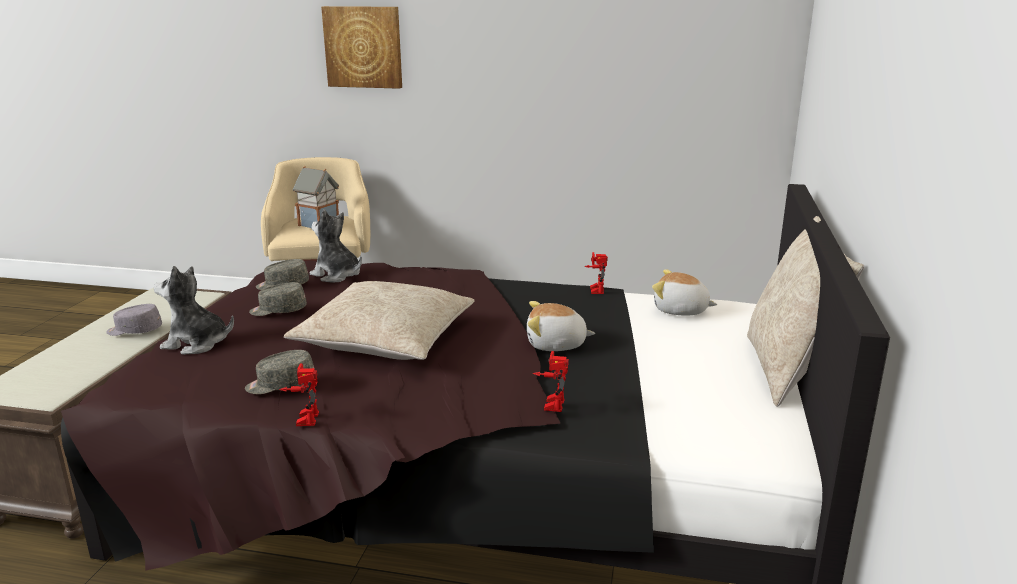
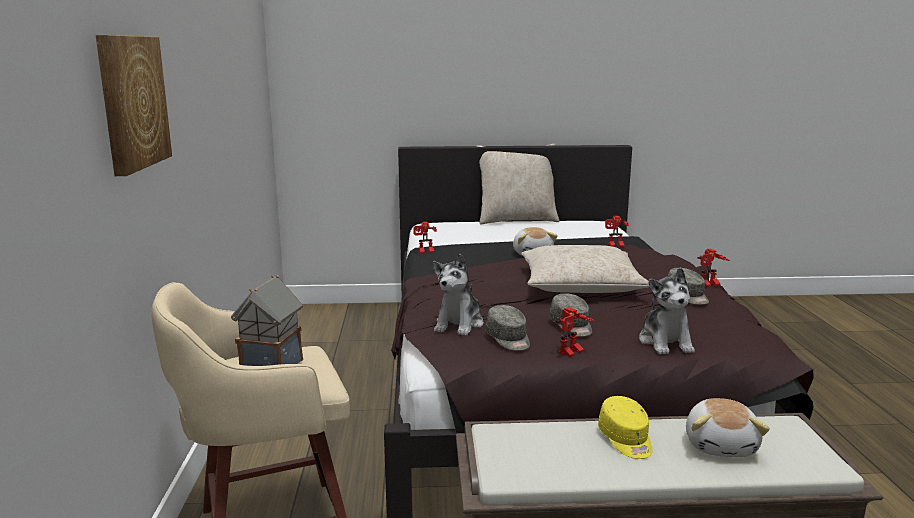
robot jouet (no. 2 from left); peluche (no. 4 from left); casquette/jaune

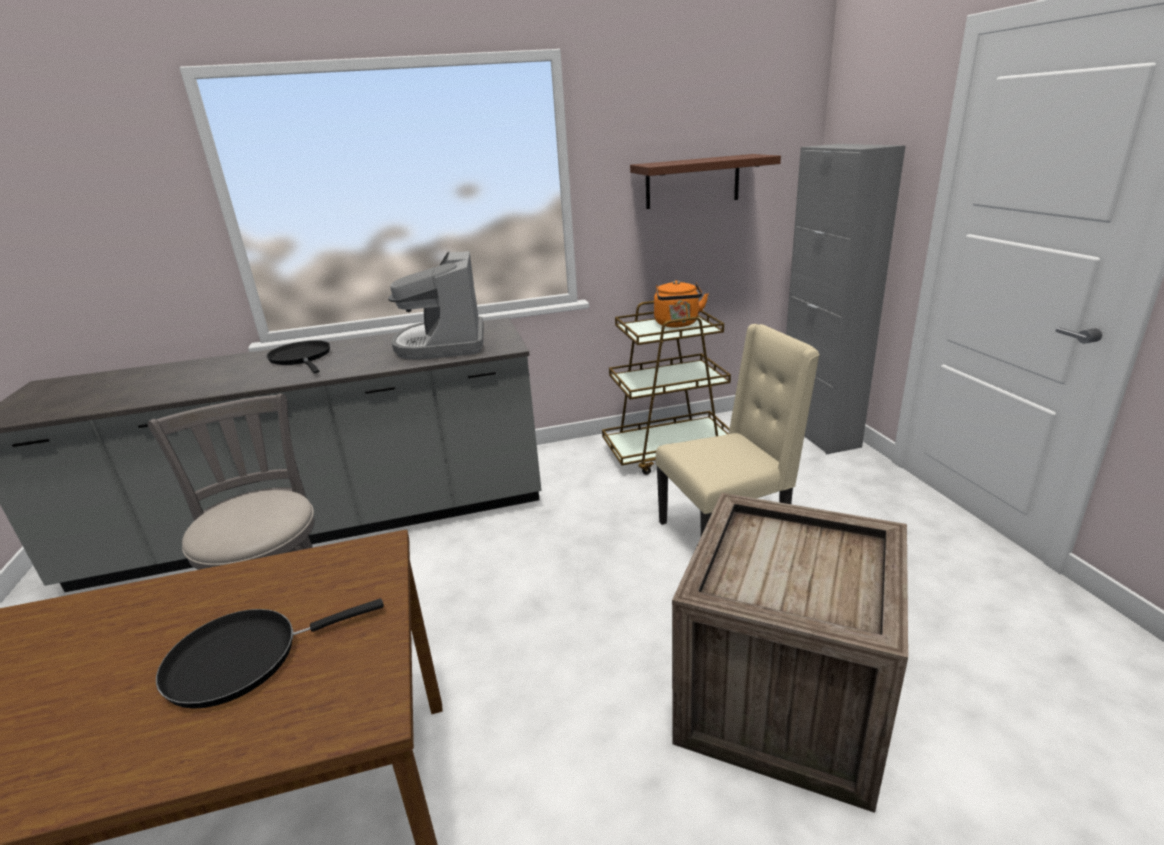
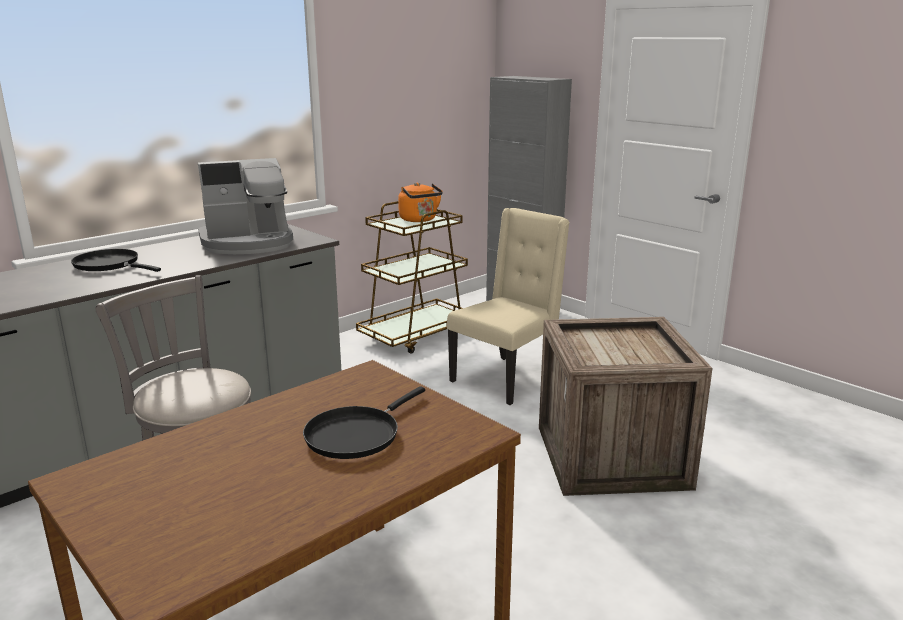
étagère/marron; machine à café

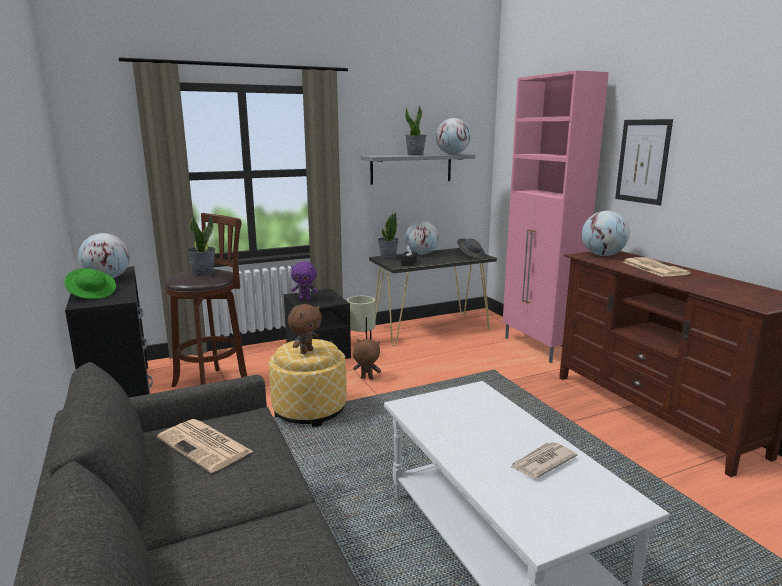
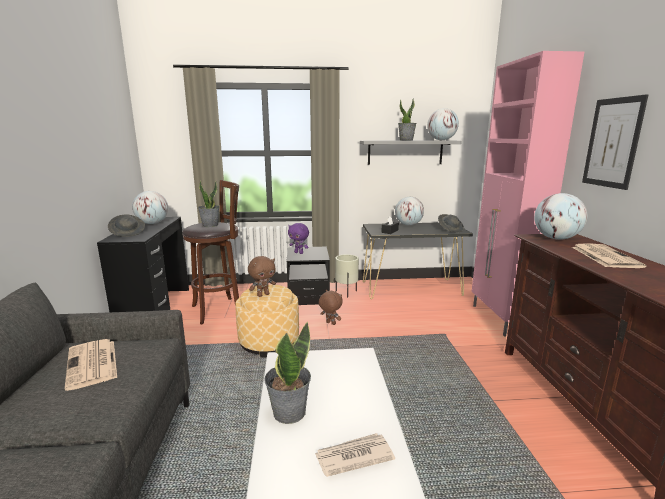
plante en pot (no. 2 from left); chapeau/gris (no. 1 from left)

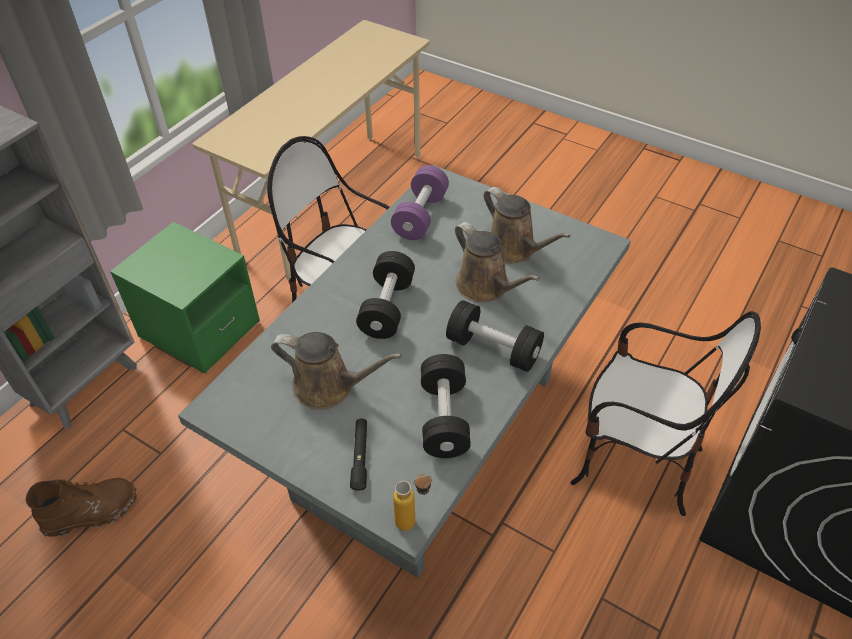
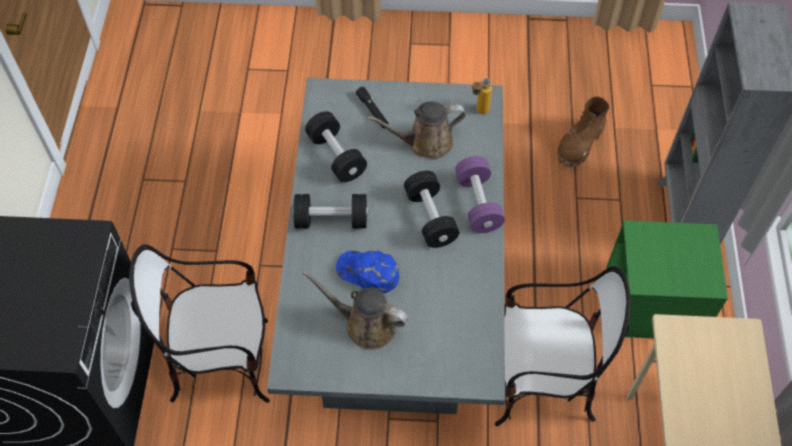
haltère/violet; bouteille; casquette/bleu

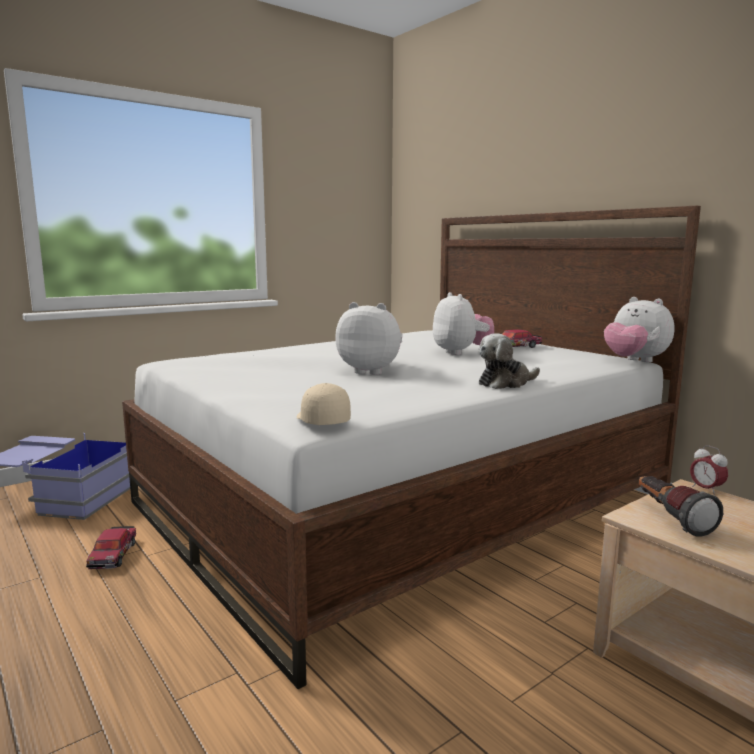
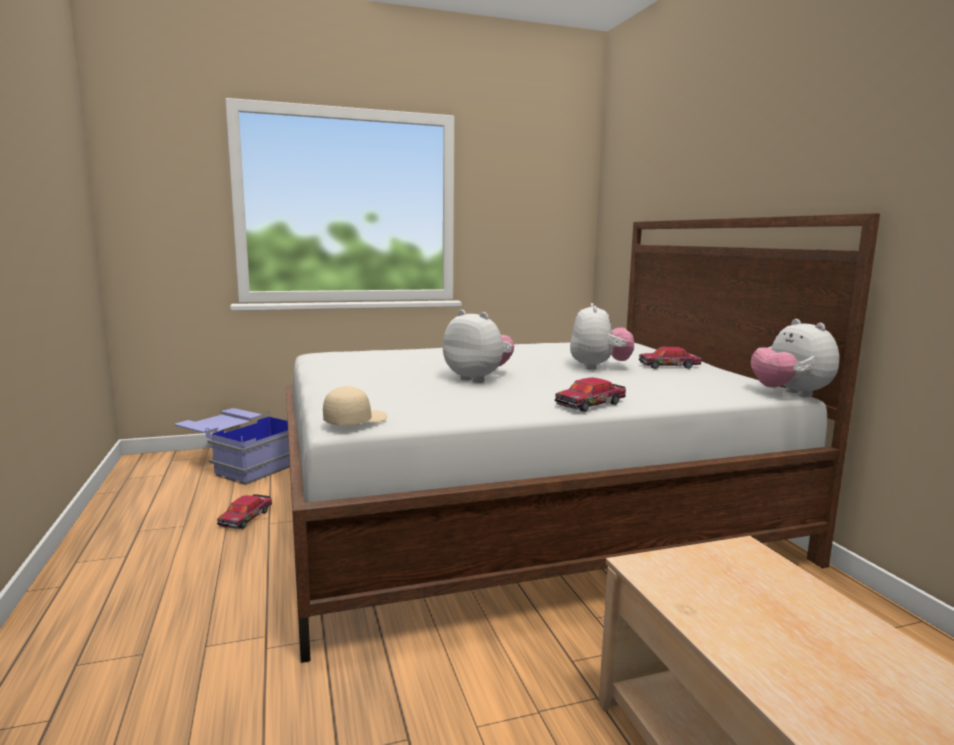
lampe de poche; réveil; petite voiture (no. 2 from left); casquette/beige

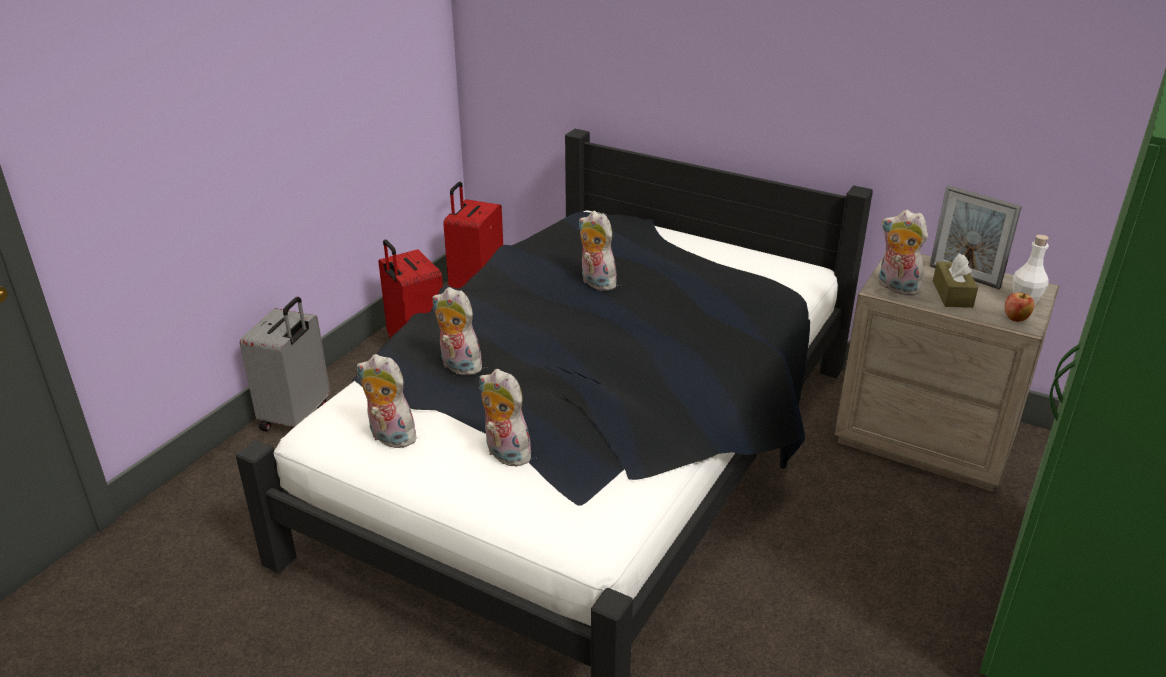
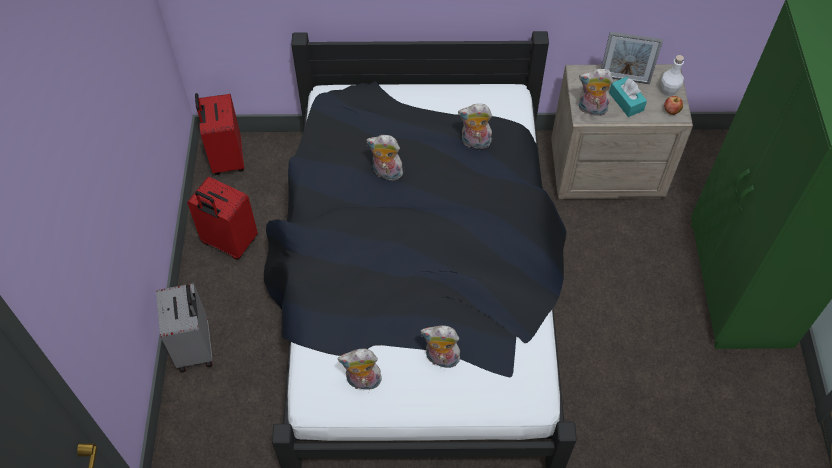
peluche (no. 4 from left); boîte à mouchoirs/turquoise

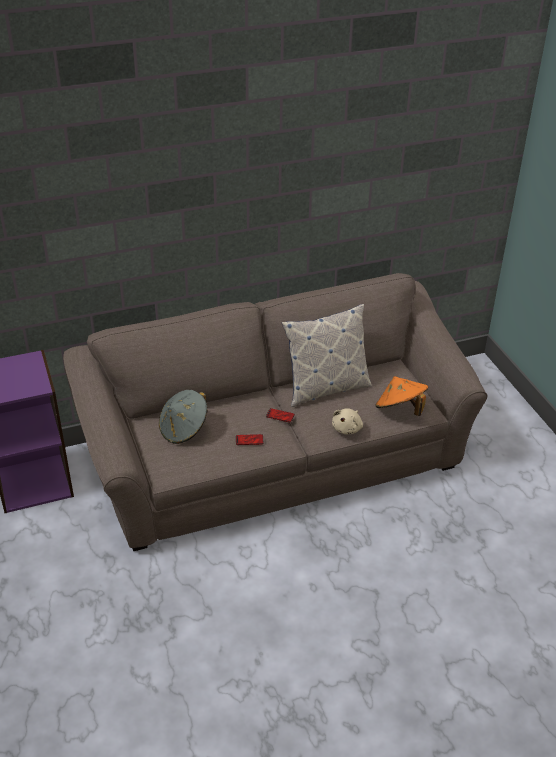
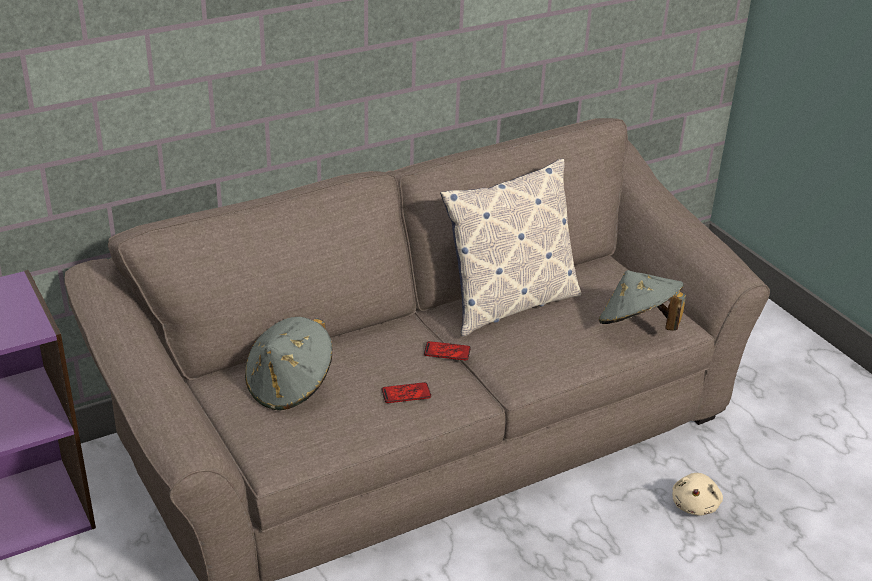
peluche/beige; chapeau/gris (no. 2 from left)

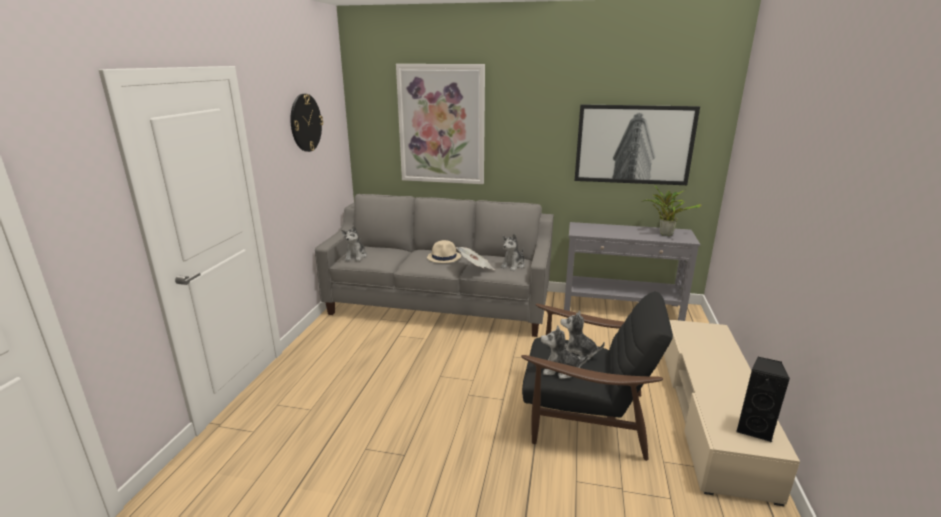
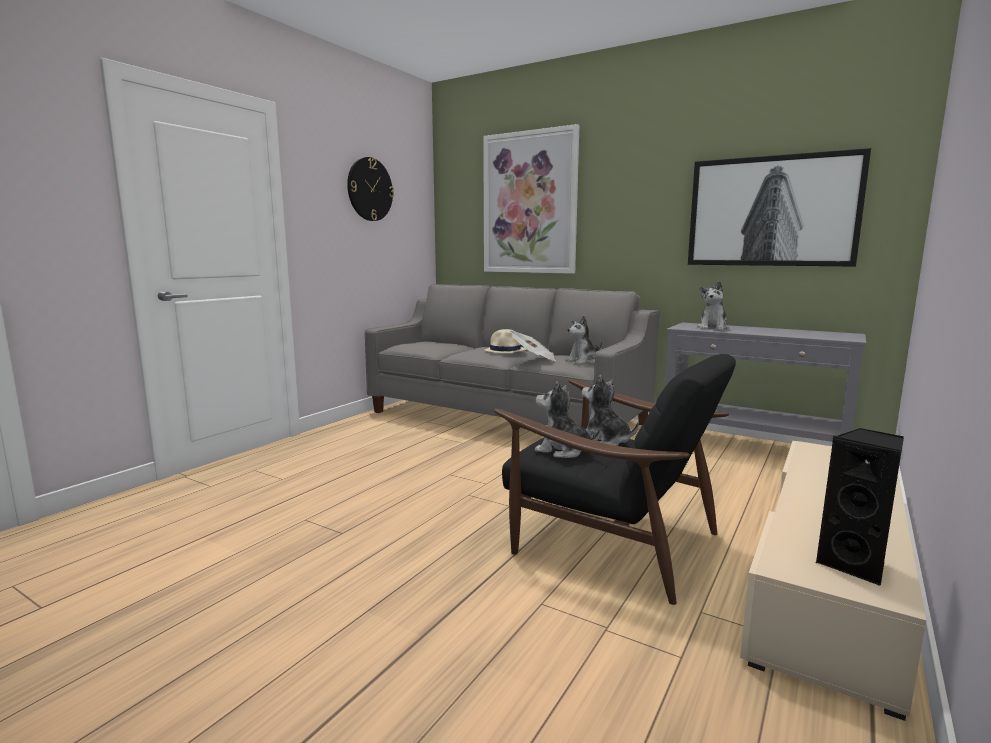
plante en pot; peluche (no. 4 from left)

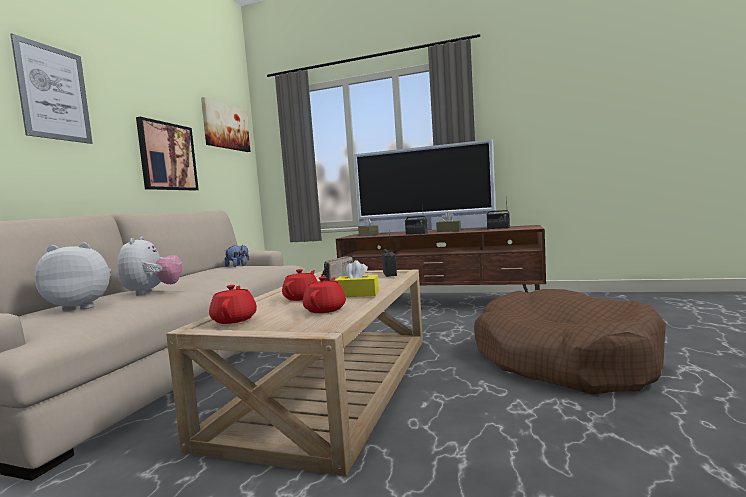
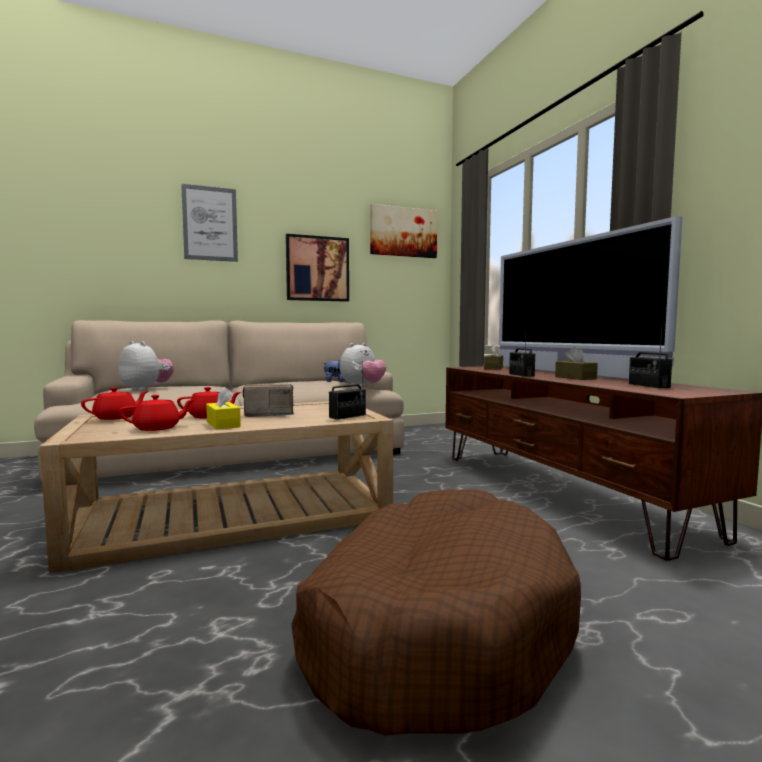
peluche (no. 3 from left)

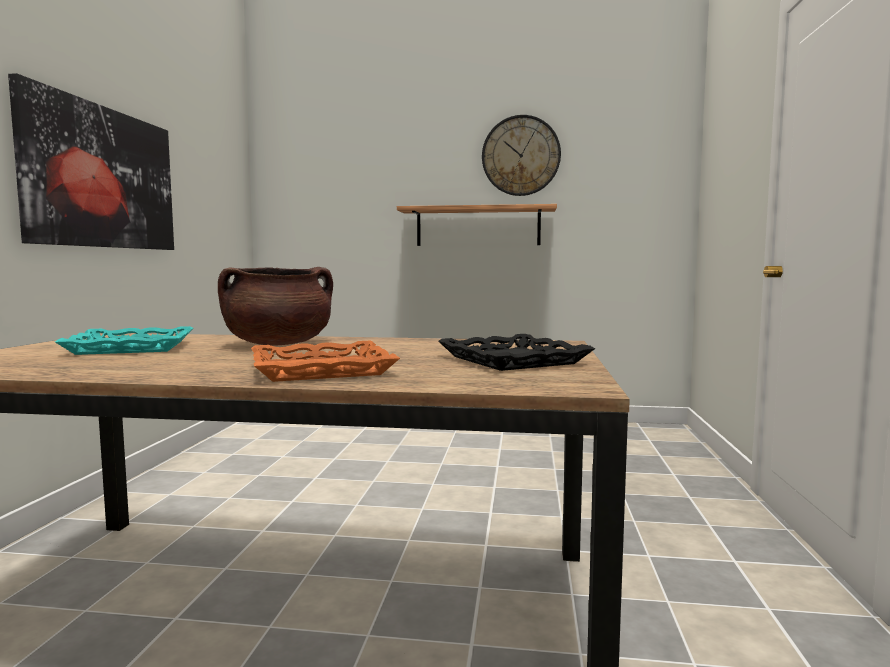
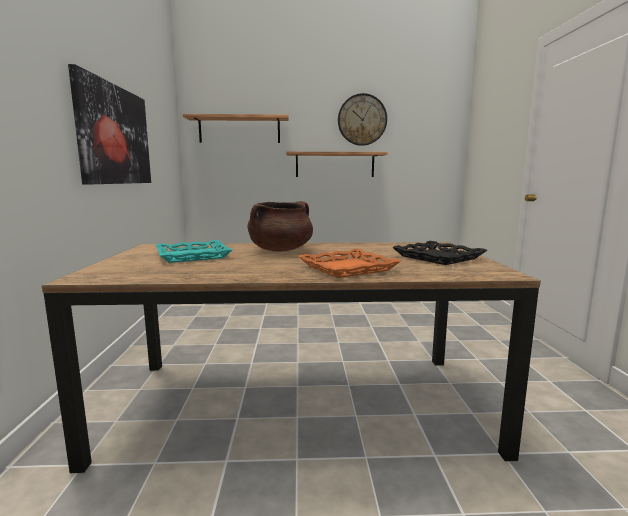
étagère (no. 1 from left)

